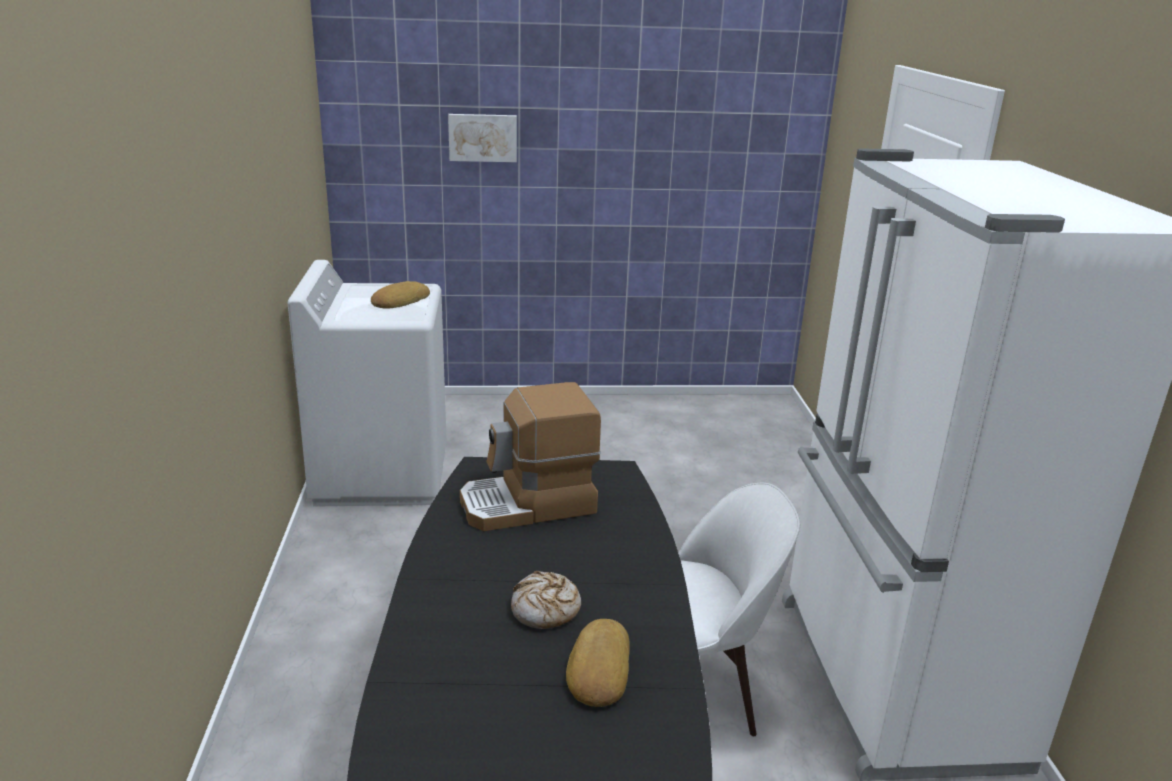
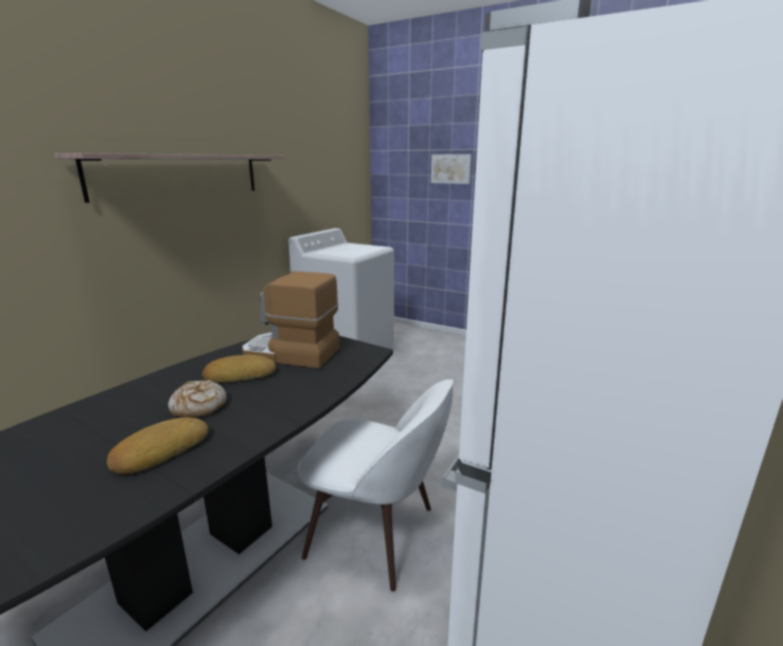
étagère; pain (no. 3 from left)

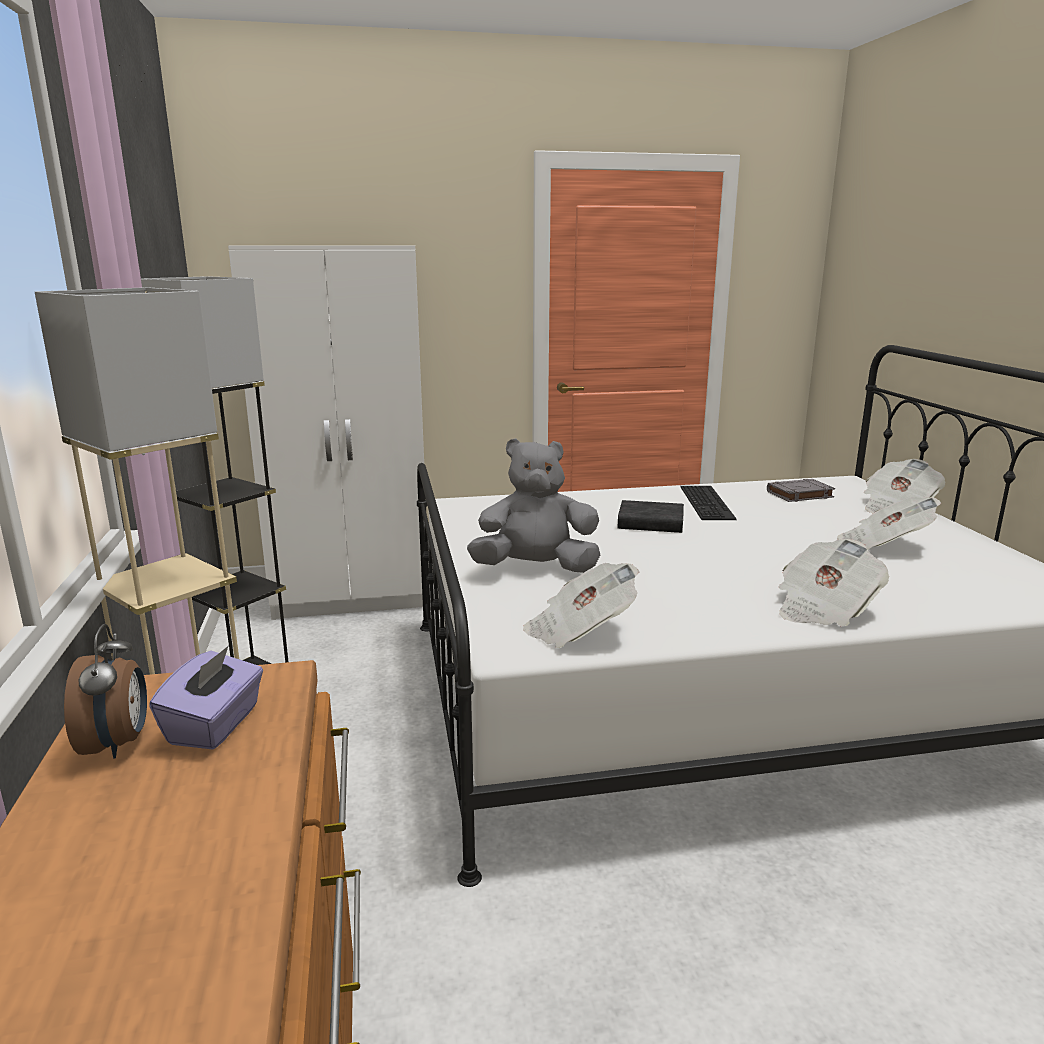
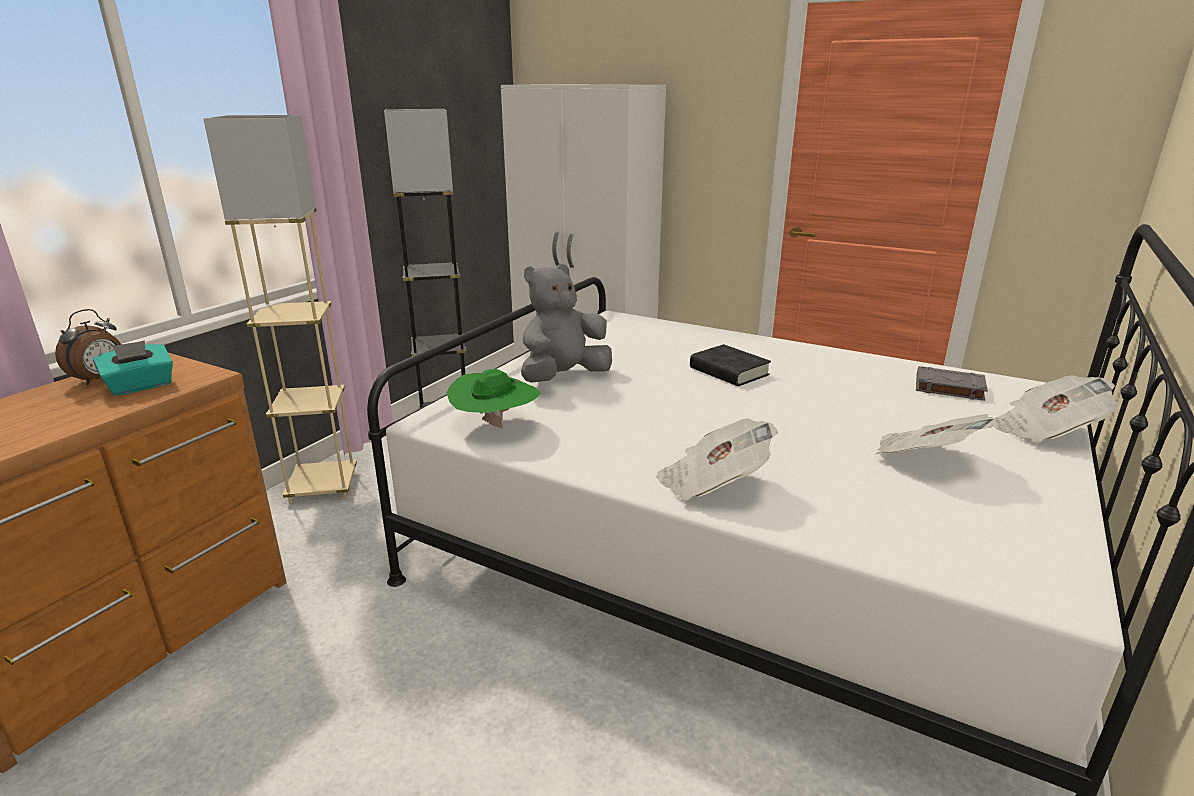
clavier; chapeau/vert; boîte à mouchoirs/turquoise; peluche/gris

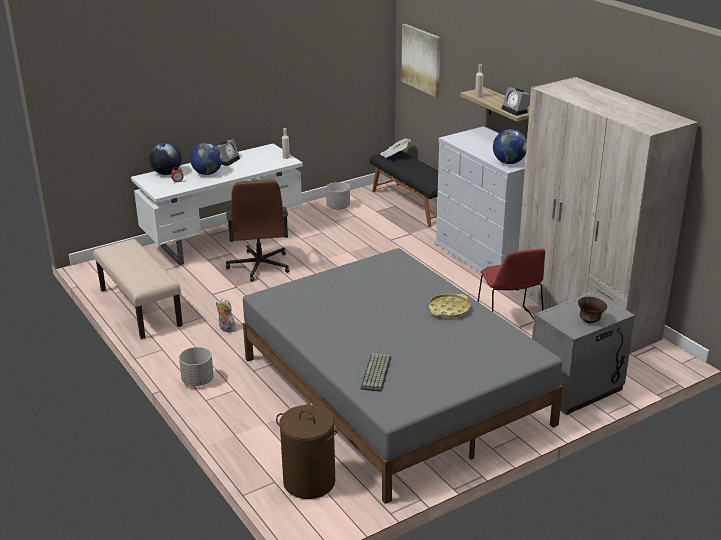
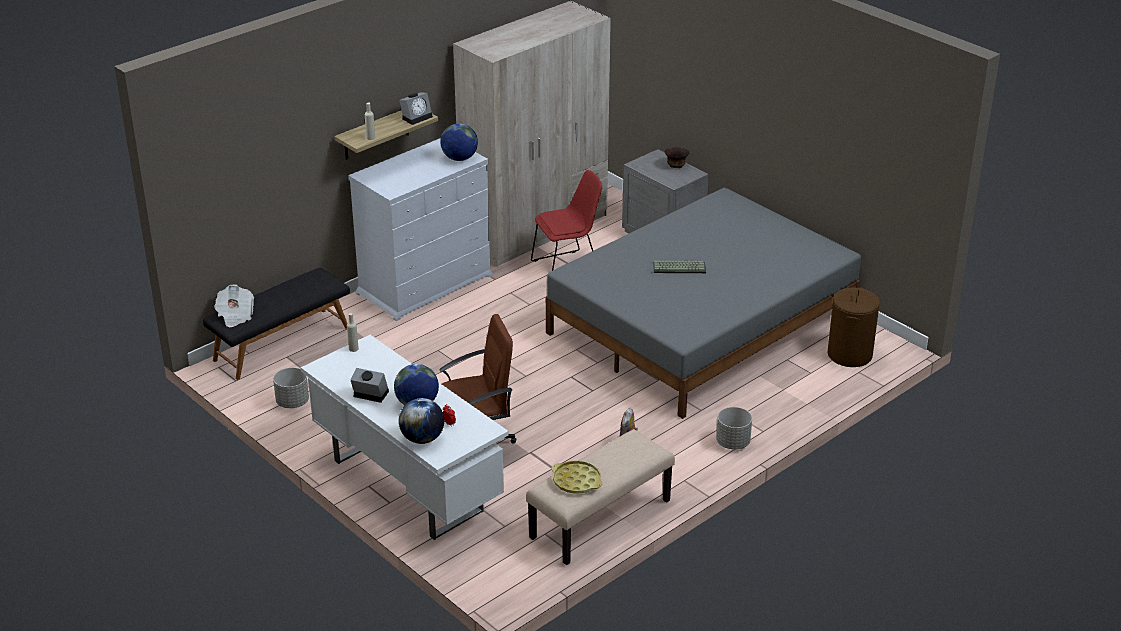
tableau; clavier; plateau/jaune

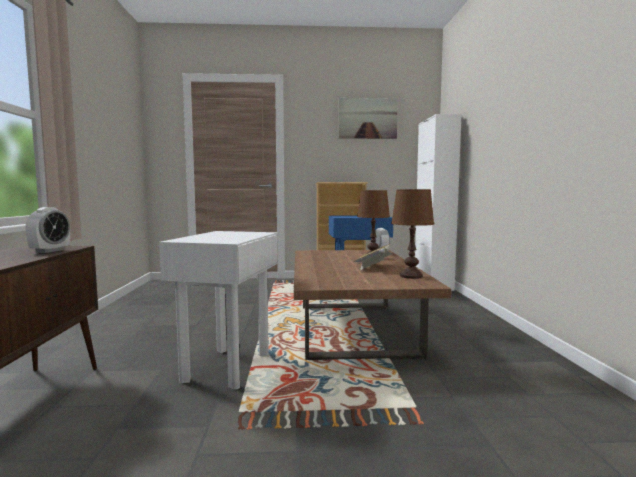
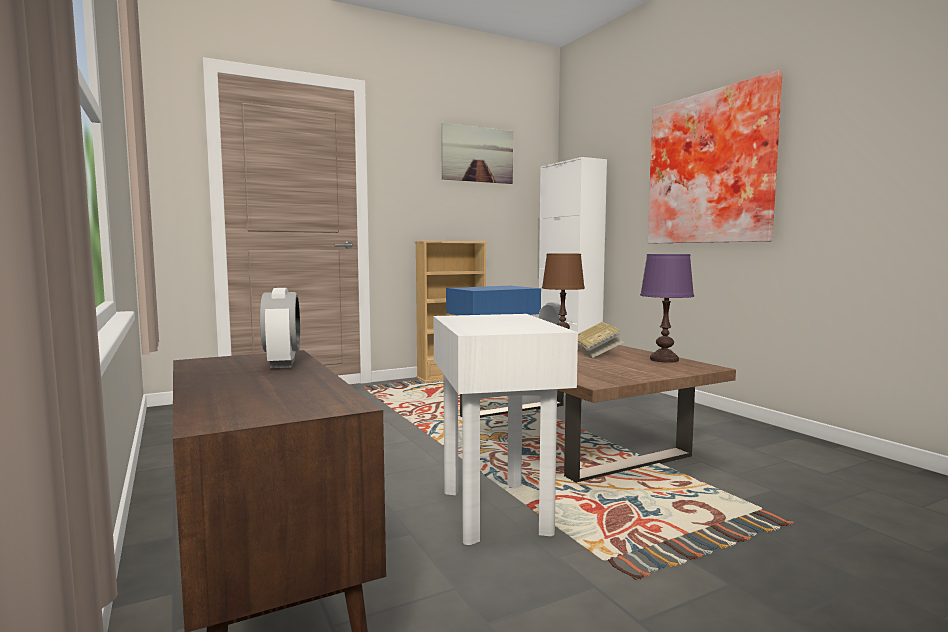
tableau (no. 2 from left); lampe de table/violet

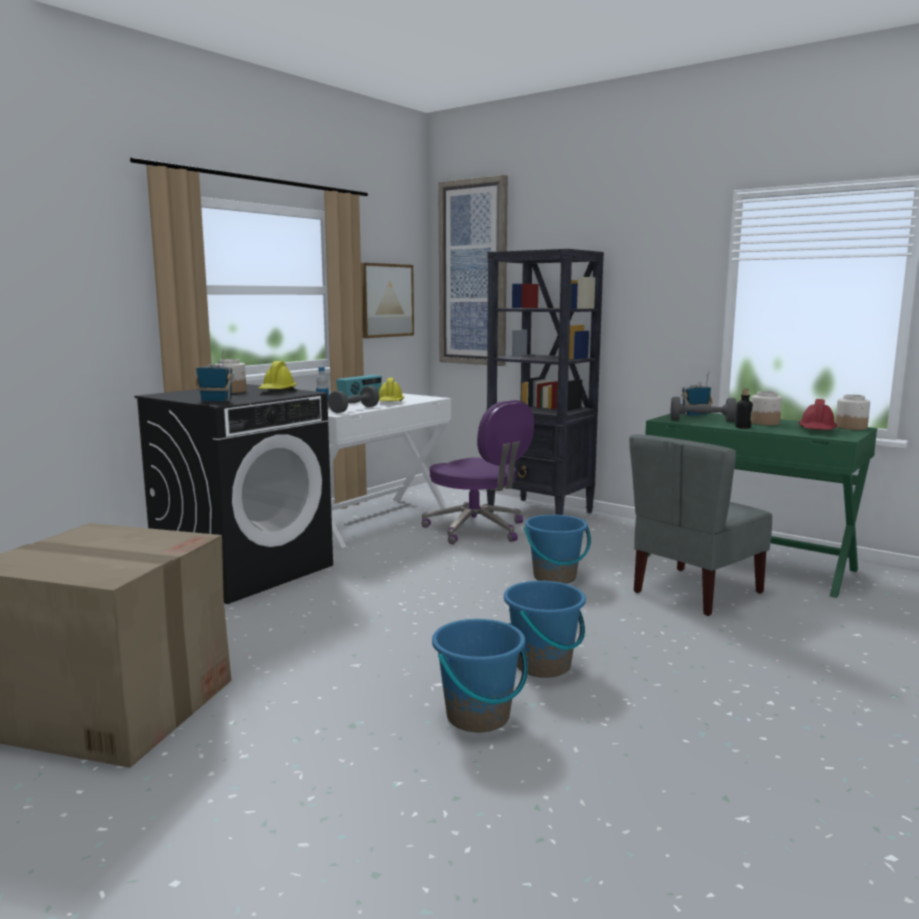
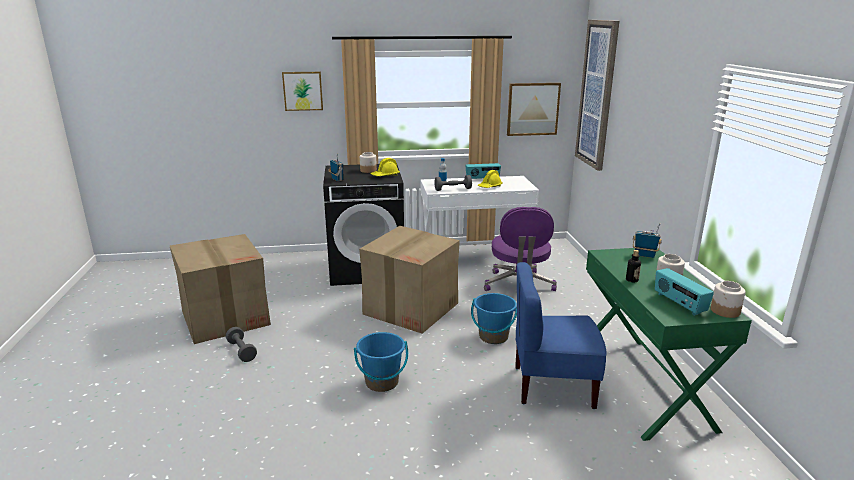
seau/bleu (no. 1 from left in the first image); bibliothèque/noir; tableau (no. 1 from left); carton (no. 2 from left); haltère/gris (no. 1 from left); radio (no. 4 from left); chaise/bleu

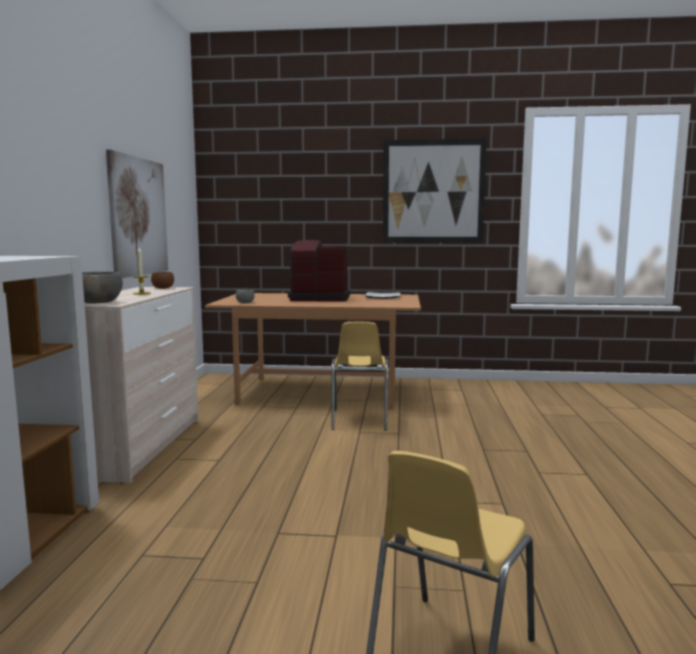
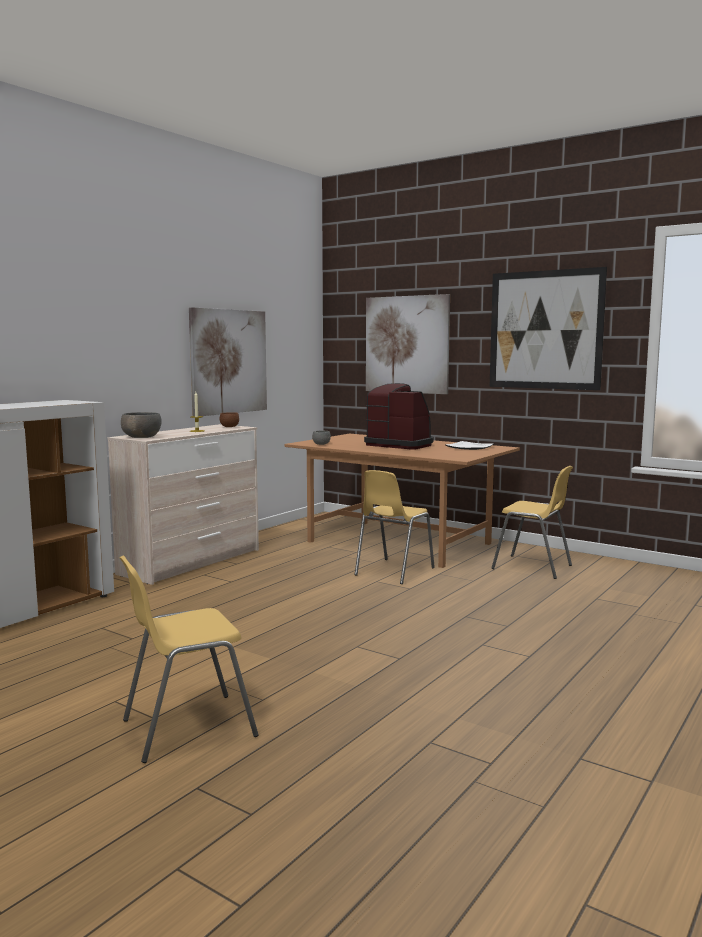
tableau (no. 2 from left); chaise/jaune (no. 3 from left)

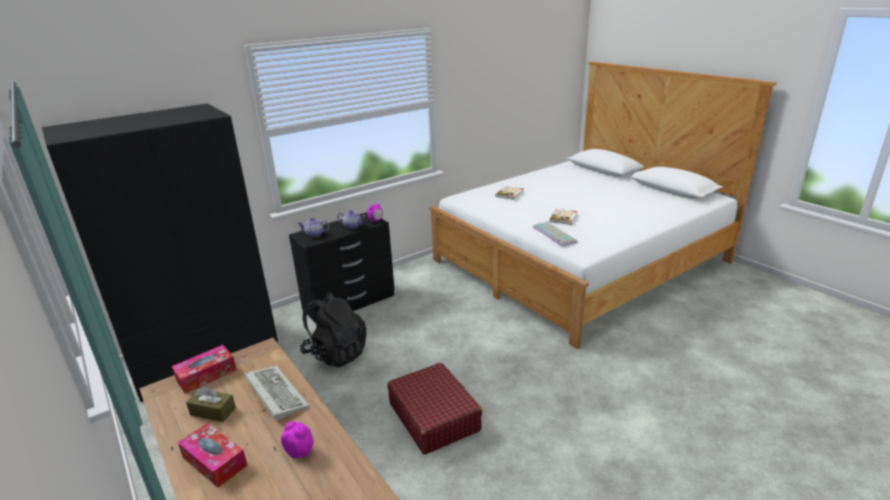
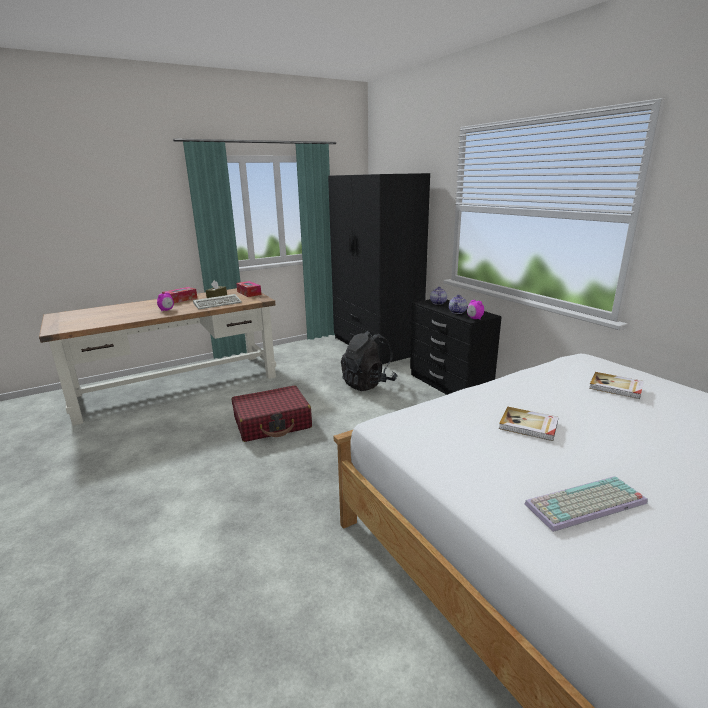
clavier (no. 2 from left)

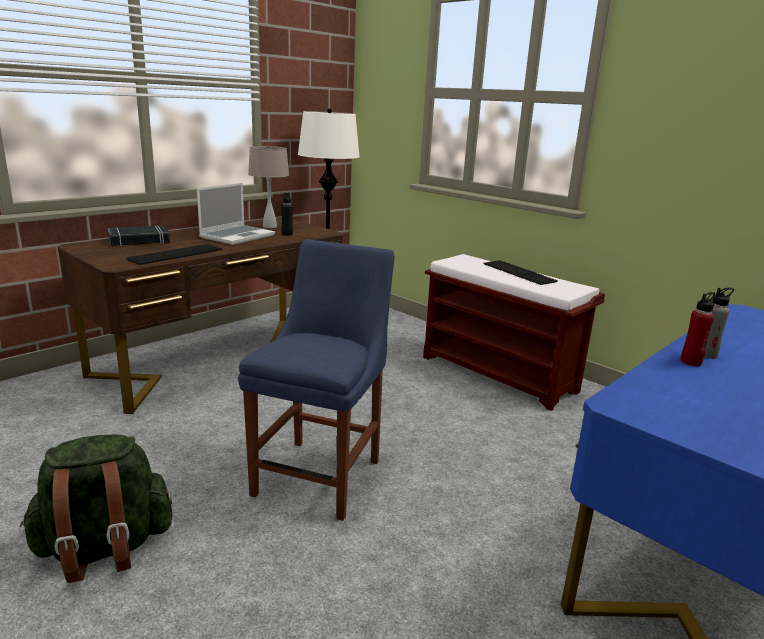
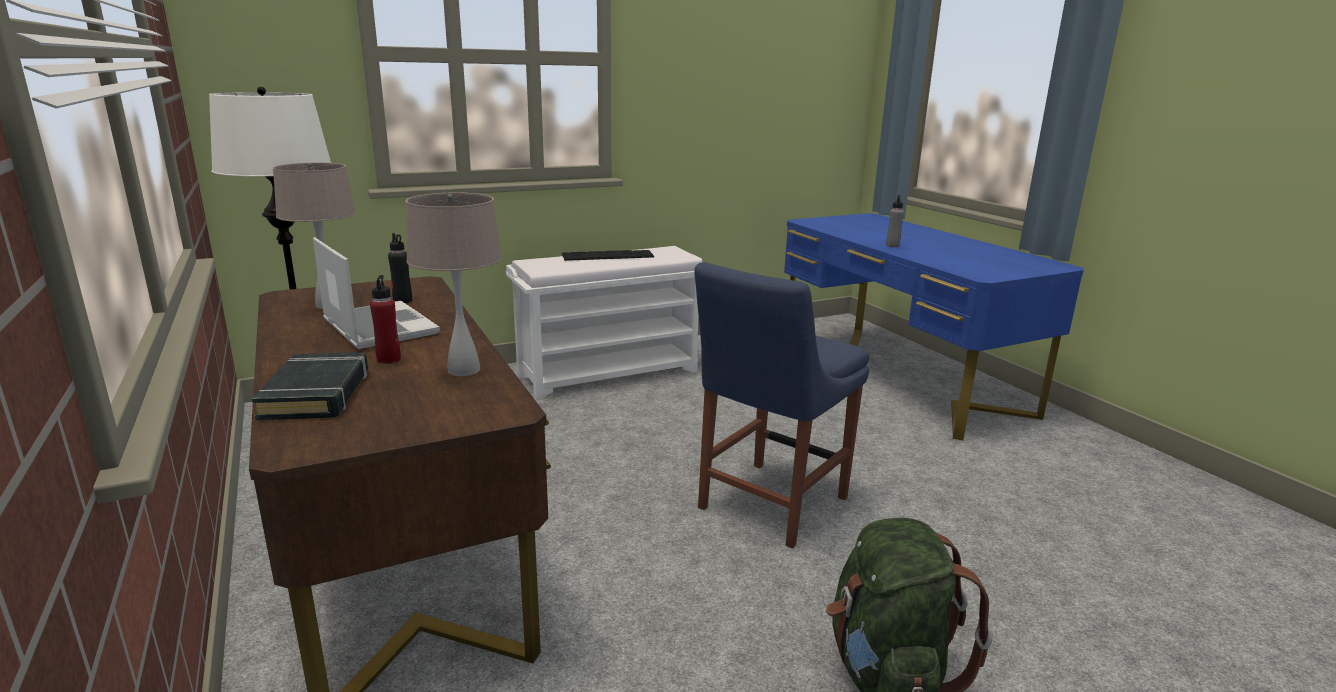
bouteille/rouge; lampe de table/beige (no. 2 from left); banc/blanc; chaise/bleu

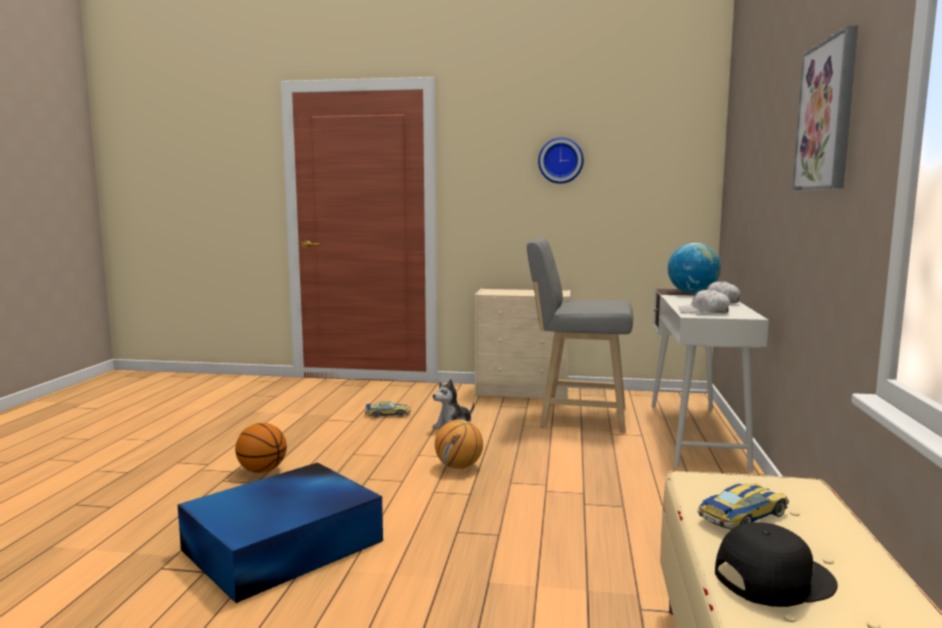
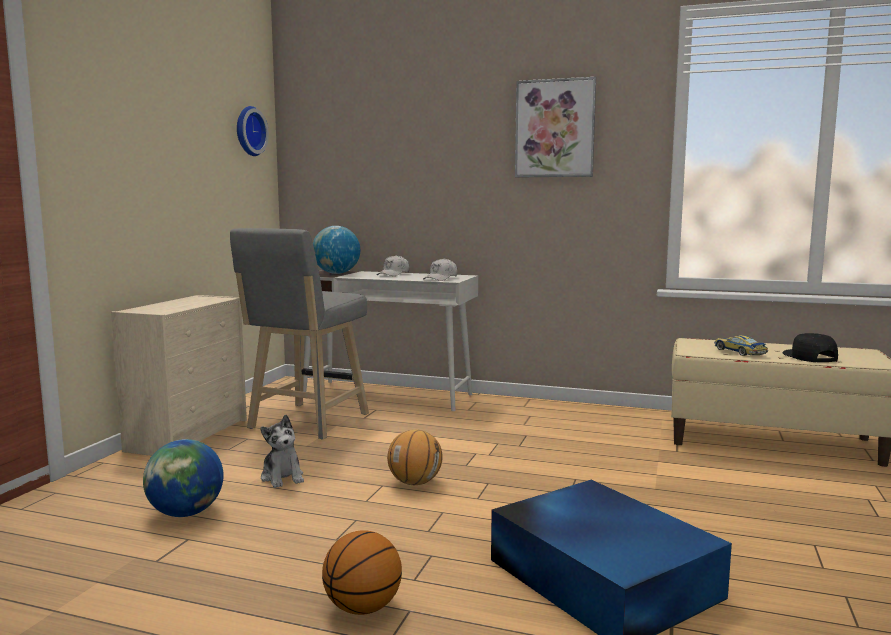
horloge murale; globe (no. 1 from left)

